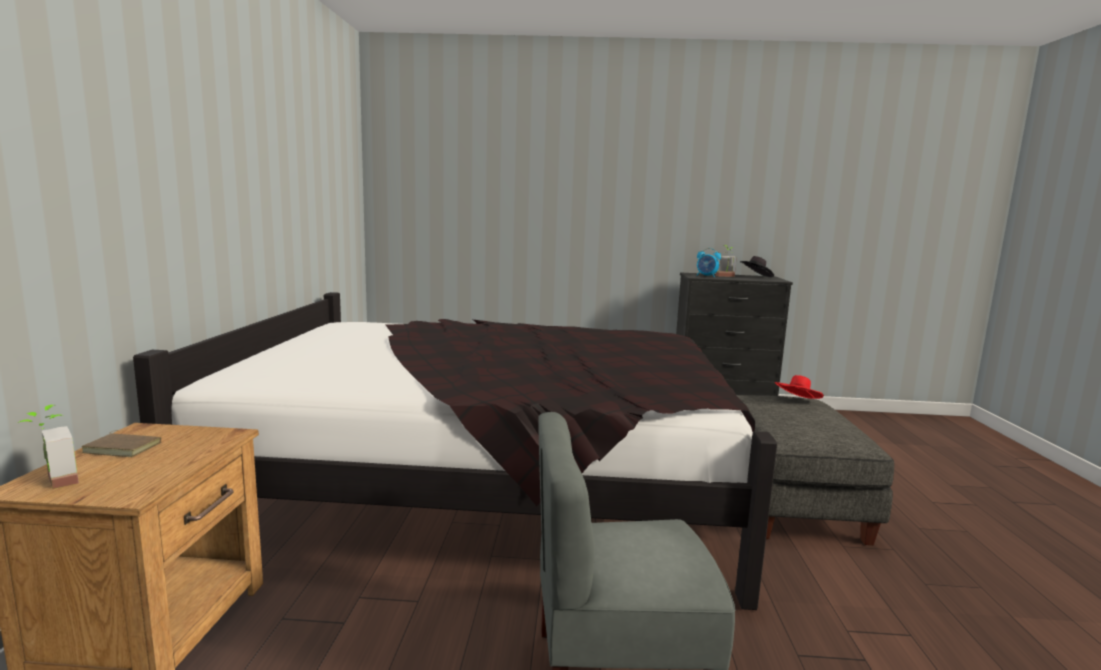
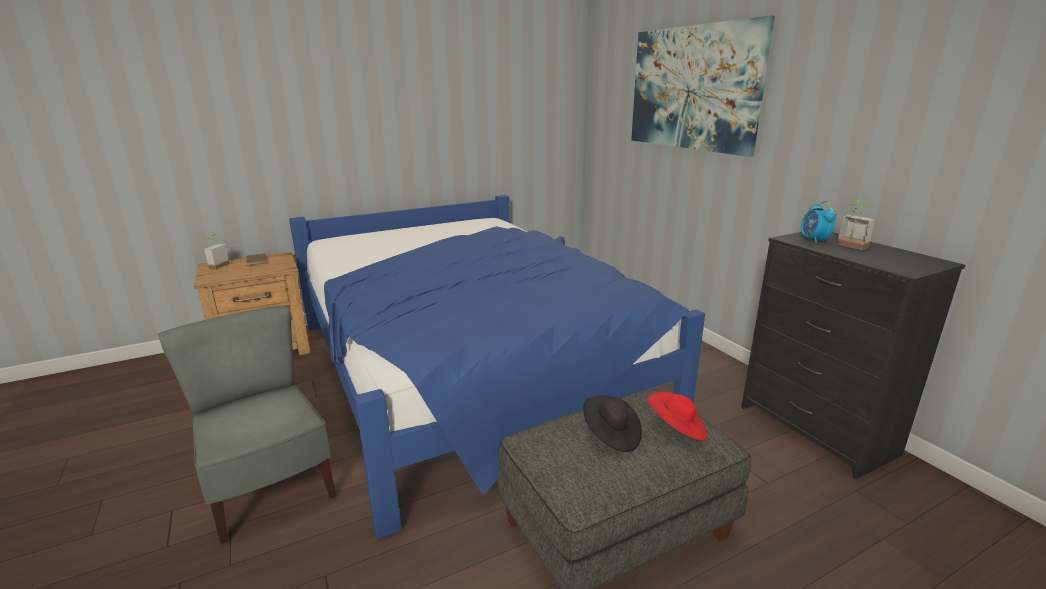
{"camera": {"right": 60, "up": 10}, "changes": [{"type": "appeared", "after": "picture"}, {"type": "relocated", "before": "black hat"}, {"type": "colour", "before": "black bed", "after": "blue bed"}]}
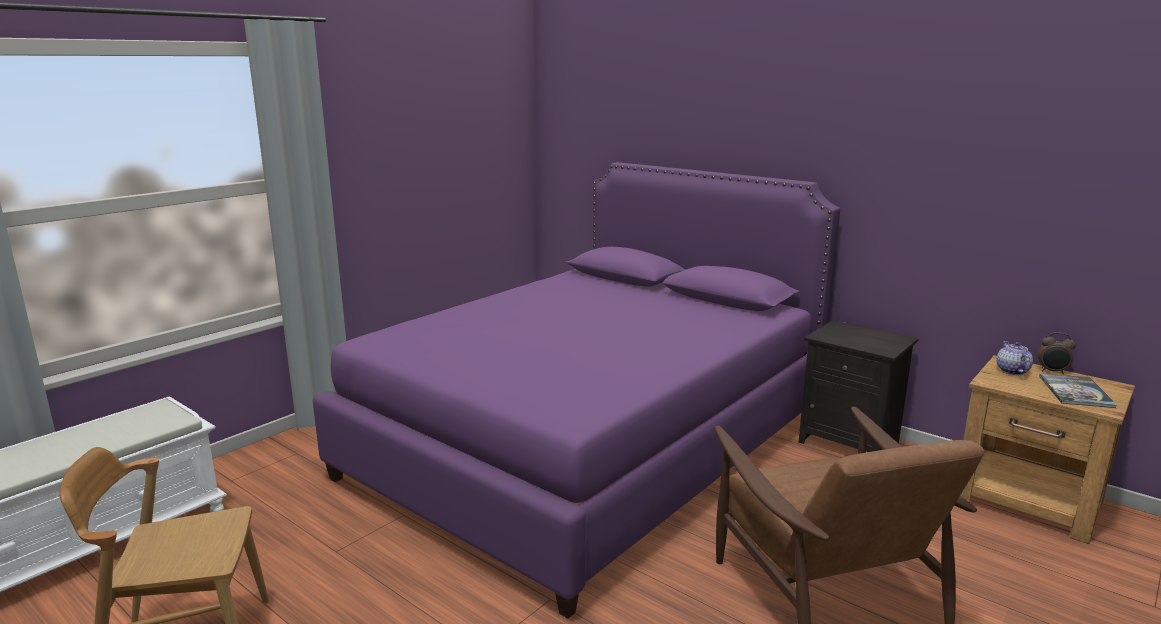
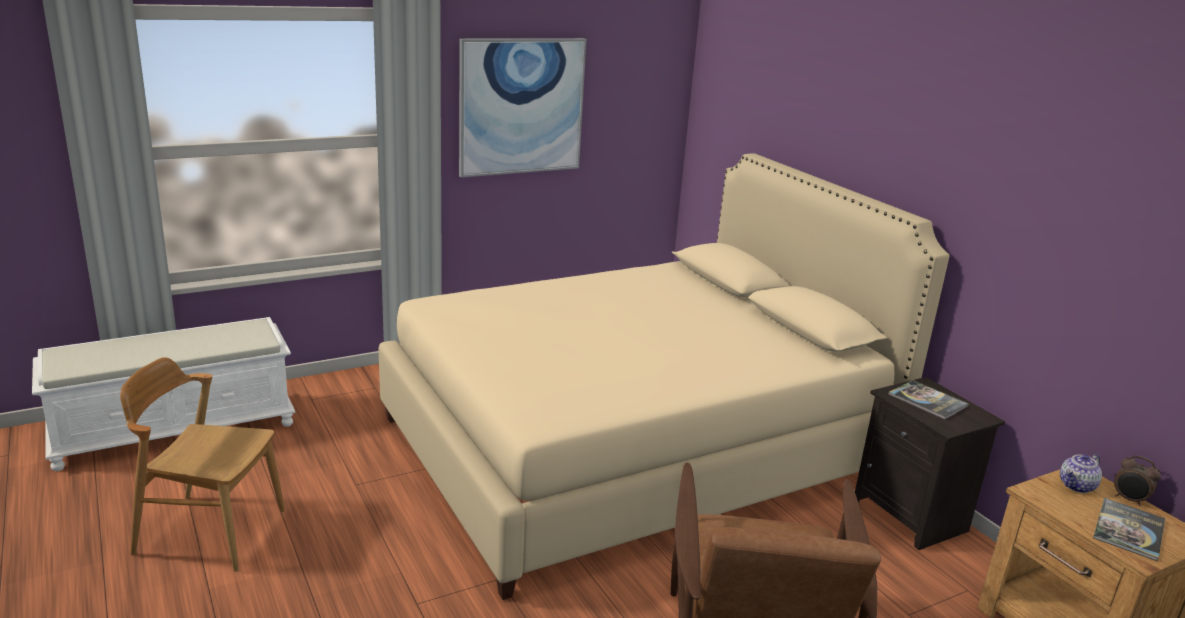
{"camera": {"right": 20, "up": 5}, "changes": [{"type": "appeared", "after": "picture"}, {"type": "appeared", "after": "book (no. 1 from left)"}, {"type": "colour", "before": "purple bed", "after": "beige bed"}, {"type": "spun", "before": "teapot", "turn": -150}]}
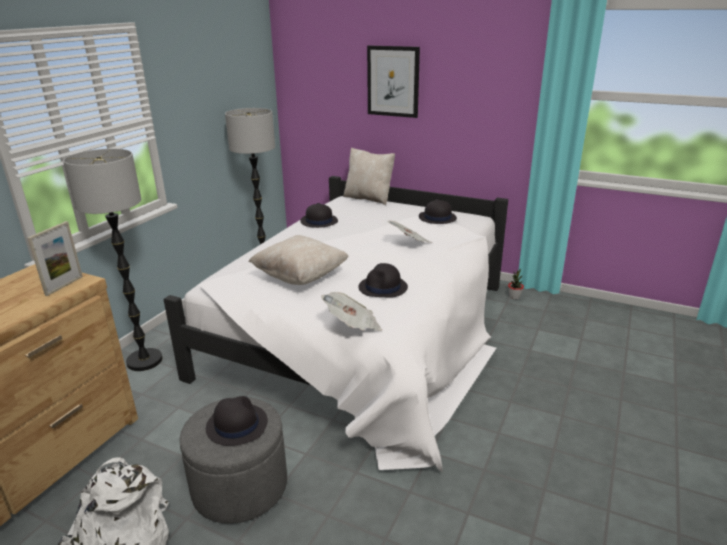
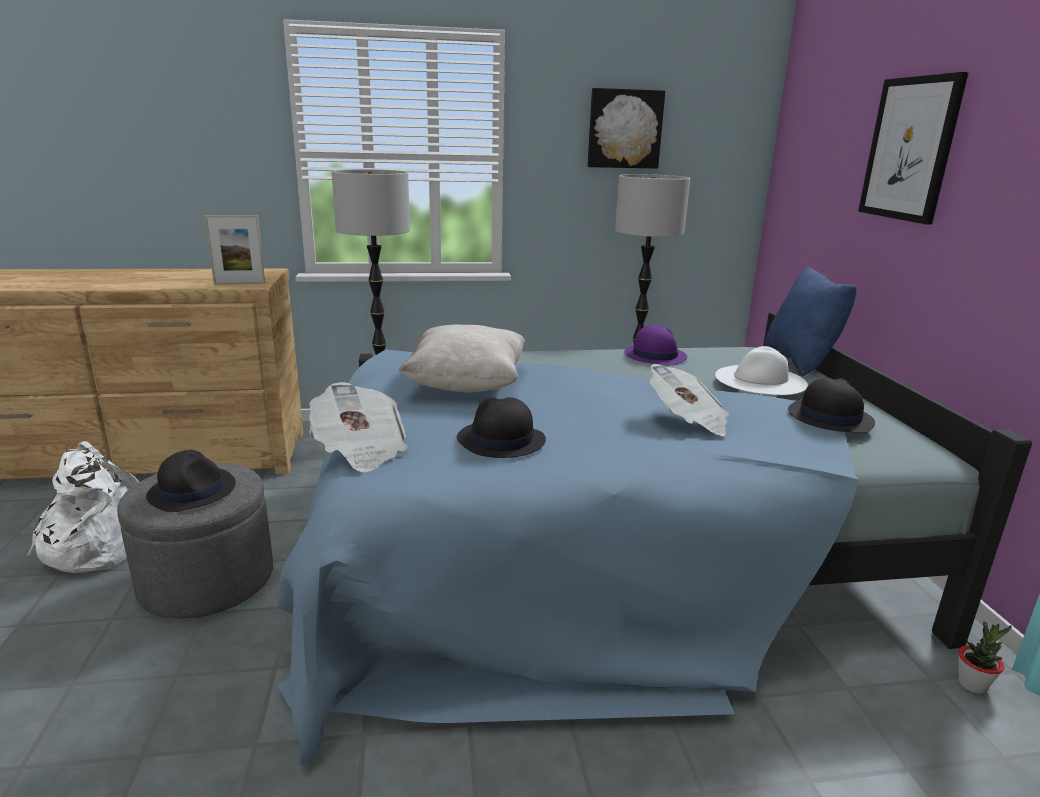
{"camera": {"right": 55, "up": -5}, "changes": [{"type": "appeared", "after": "picture (no. 1 from left)"}, {"type": "appeared", "after": "white hat"}, {"type": "colour", "before": "white bed", "after": "blue bed"}, {"type": "colour", "before": "black hat (no. 2 from left)", "after": "purple hat"}, {"type": "colour", "before": "beige pillow (no. 2 from left)", "after": "blue pillow"}]}
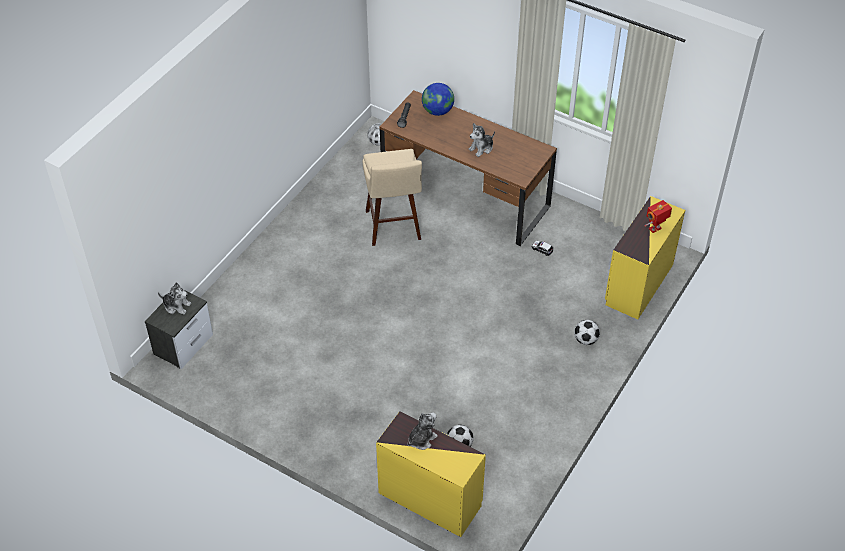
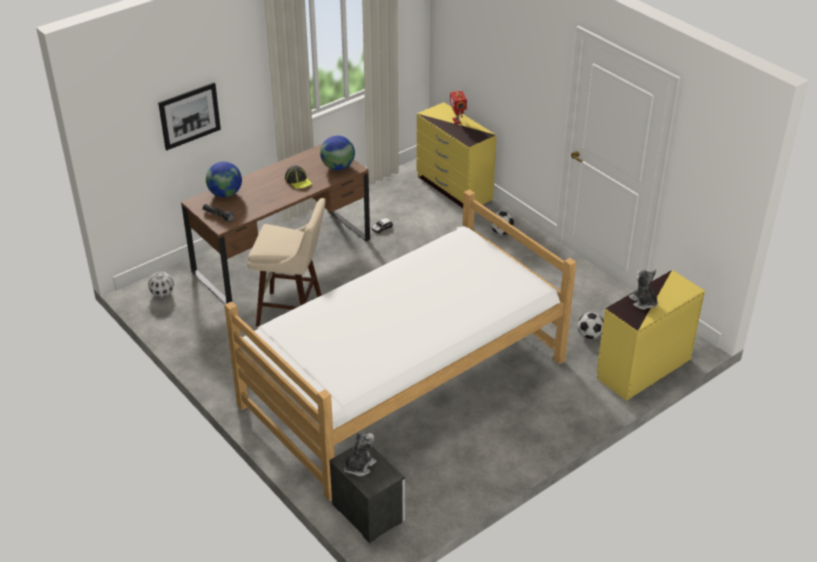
{"camera": {"right": -70, "up": -10}, "changes": [{"type": "appeared", "after": "picture"}, {"type": "appeared", "after": "bed"}, {"type": "appeared", "after": "globe (no. 2 from left)"}, {"type": "exchanged", "before": "plush toy (no. 3 from left)", "after": "cap"}]}
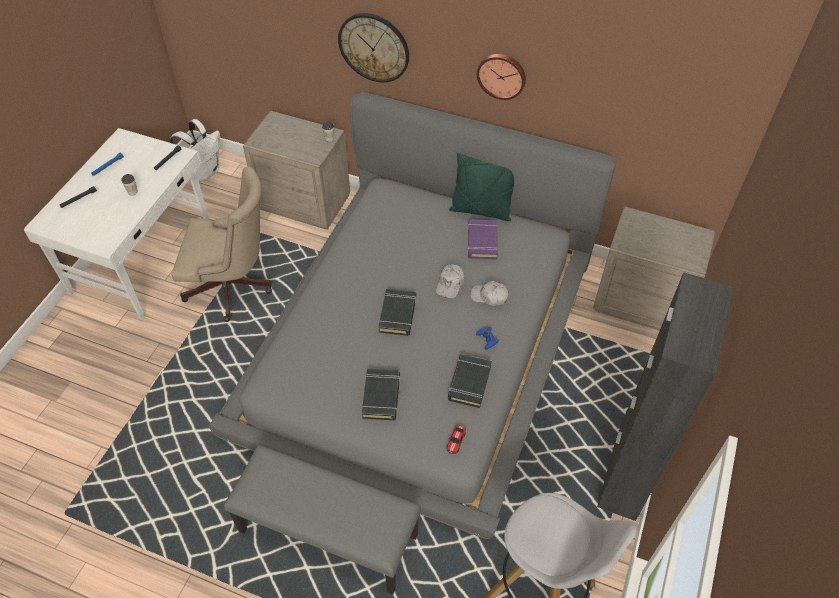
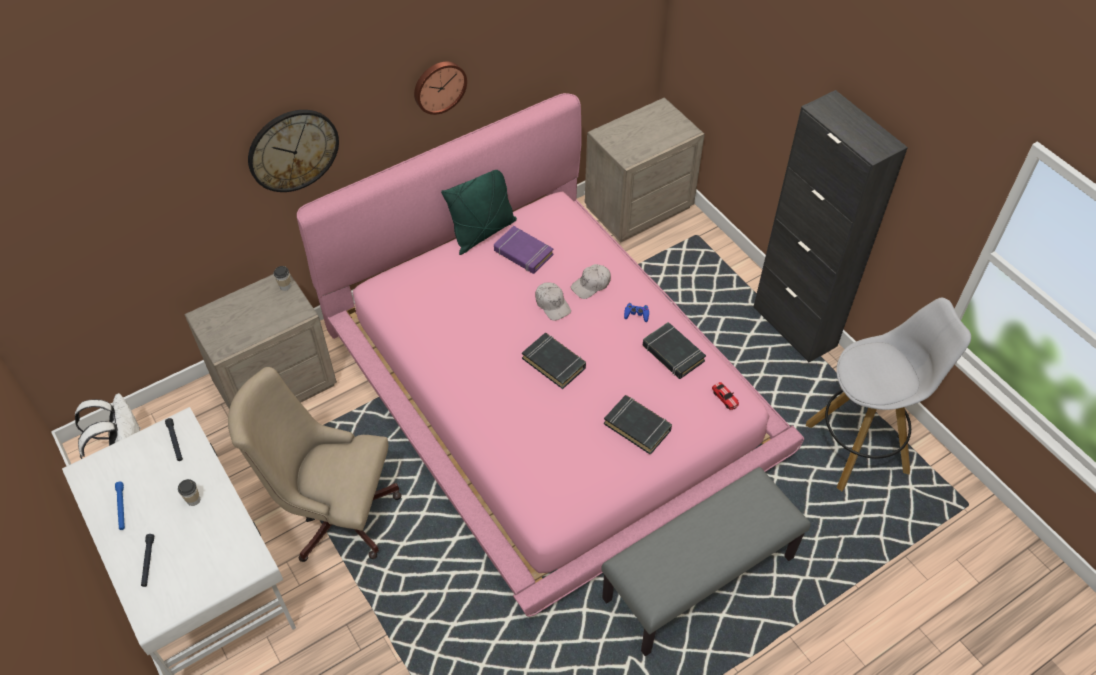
{"camera": {"right": -55, "up": 0}, "changes": [{"type": "colour", "before": "grey bed", "after": "pink bed"}, {"type": "spun", "before": "beige office chair", "turn": -120}]}
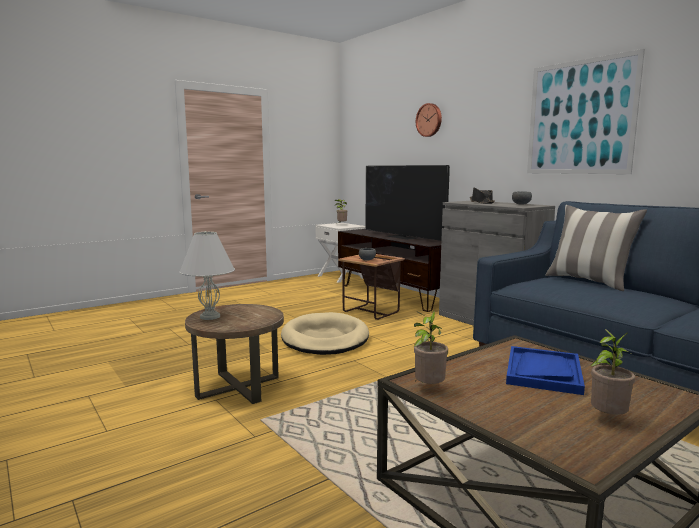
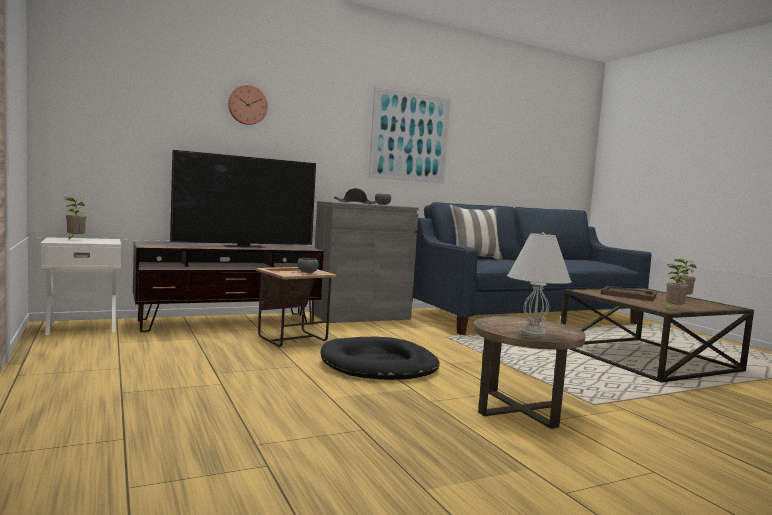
{"camera": {"right": -80, "up": -5}, "changes": [{"type": "colour", "before": "beige dog bed", "after": "black dog bed"}, {"type": "colour", "before": "blue tray", "after": "brown tray"}]}
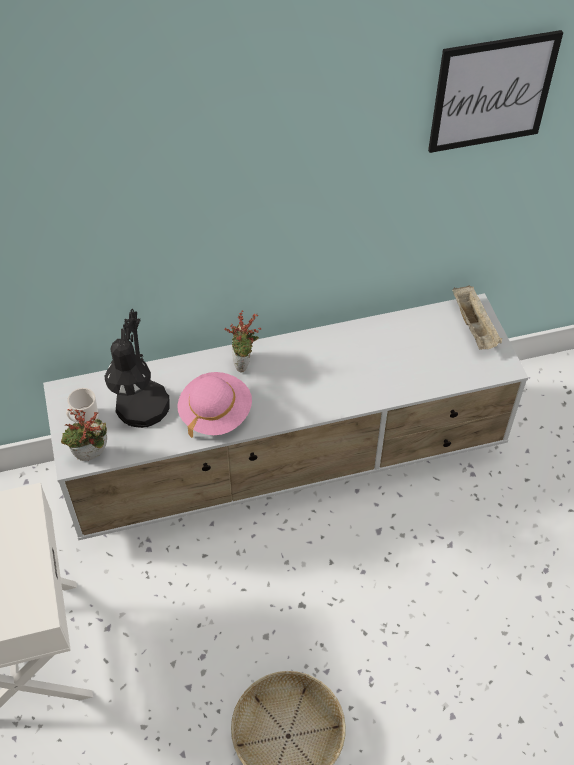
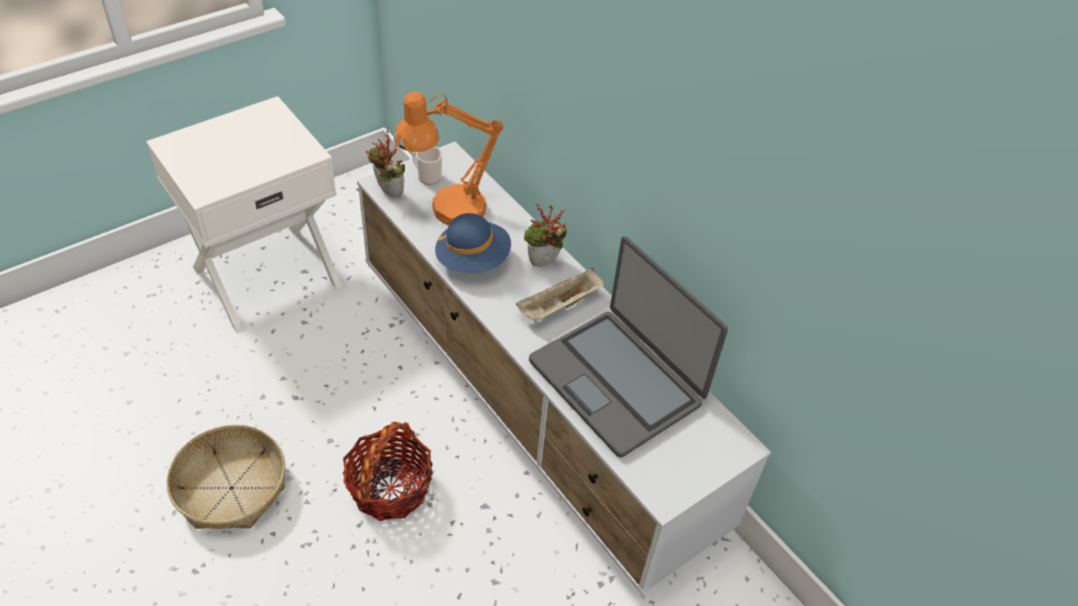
{"camera": {"right": 65, "up": -5}, "changes": [{"type": "missing", "before": "picture"}, {"type": "appeared", "after": "basket (no. 2 from left)"}, {"type": "appeared", "after": "laptop"}, {"type": "relocated", "before": "beige tray"}, {"type": "colour", "before": "black table lamp", "after": "orange table lamp"}, {"type": "colour", "before": "pink hat", "after": "blue hat"}]}
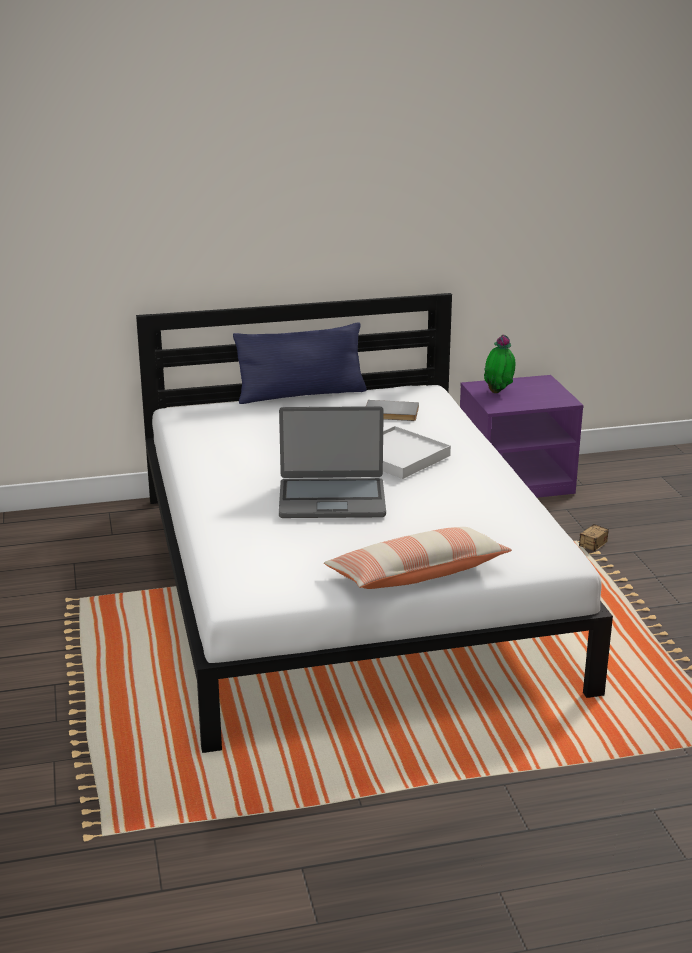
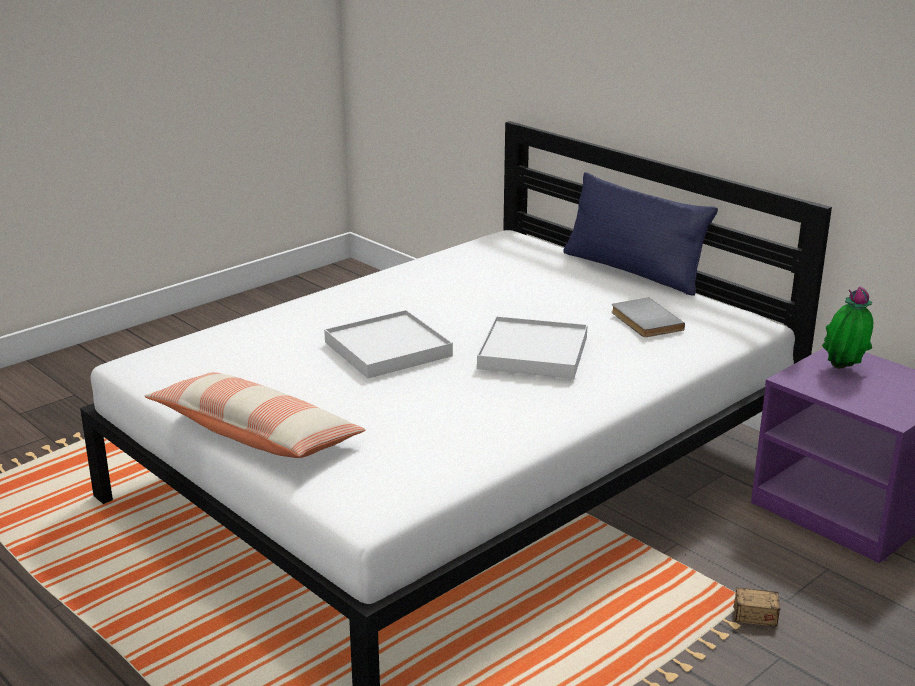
{"camera": {"right": 60, "up": 0}, "changes": [{"type": "exchanged", "before": "laptop", "after": "white tray (no. 1 from left)"}]}
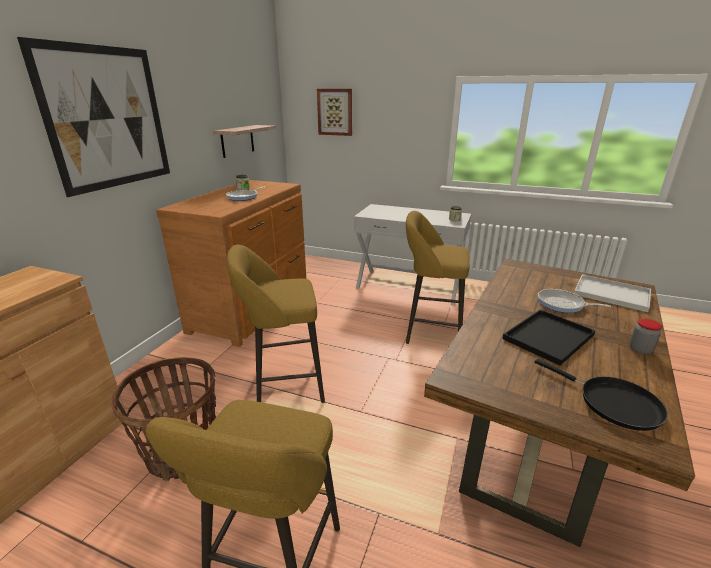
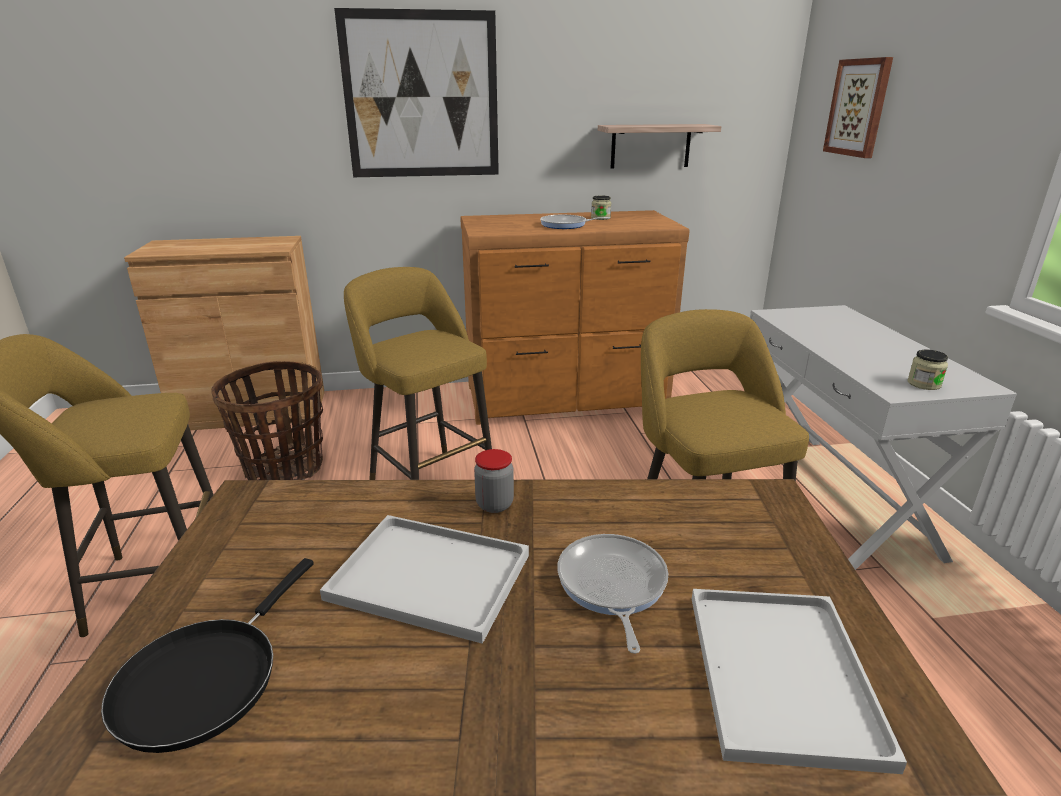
{"camera": {"right": 60, "up": 0}, "changes": [{"type": "relocated", "before": "jar (no. 3 from left in the first image)", "after": "jar (no. 1 from left)"}, {"type": "colour", "before": "black tray", "after": "white tray (no. 1 from left)"}]}
